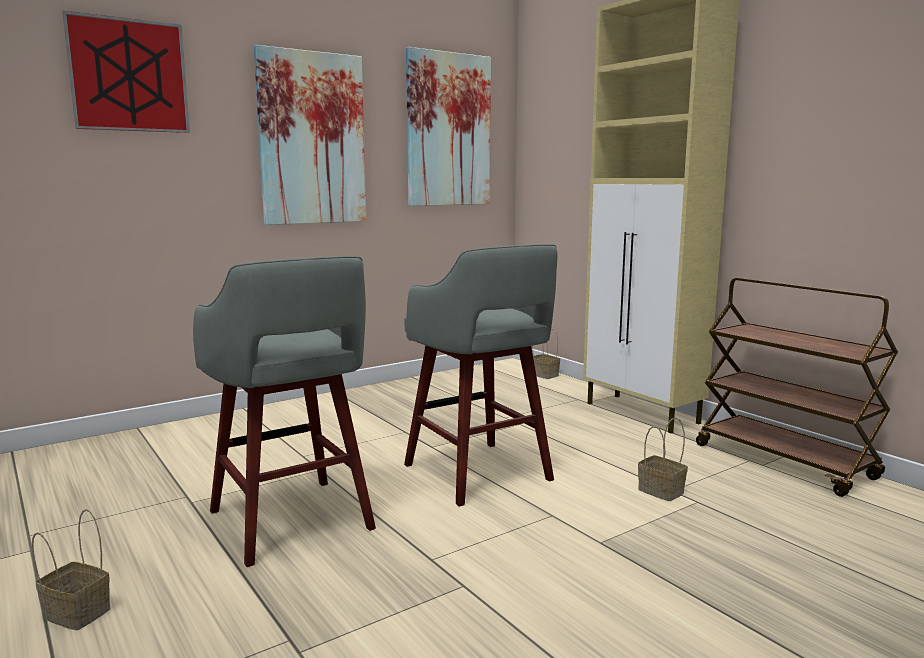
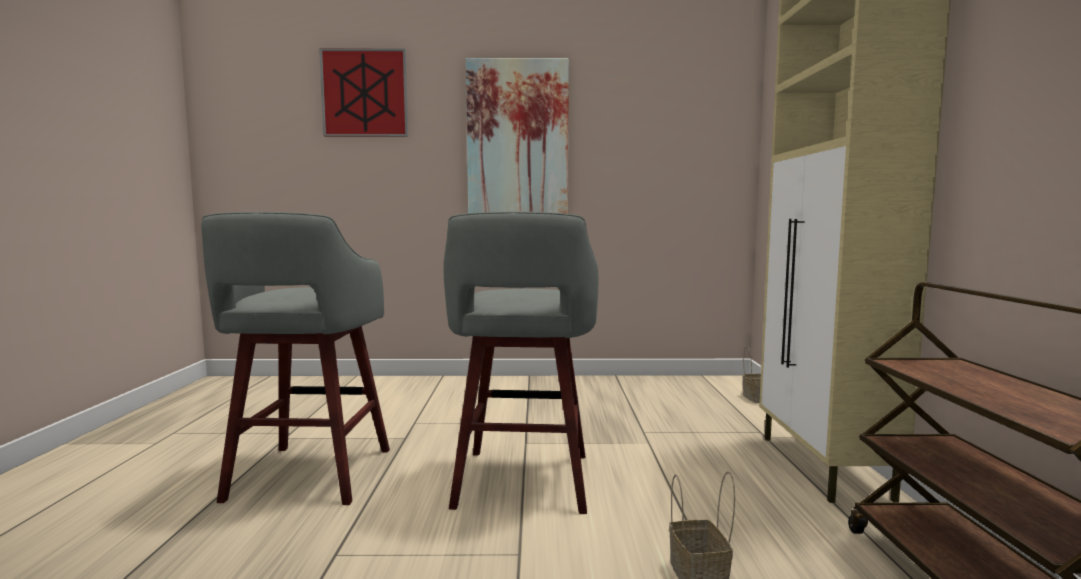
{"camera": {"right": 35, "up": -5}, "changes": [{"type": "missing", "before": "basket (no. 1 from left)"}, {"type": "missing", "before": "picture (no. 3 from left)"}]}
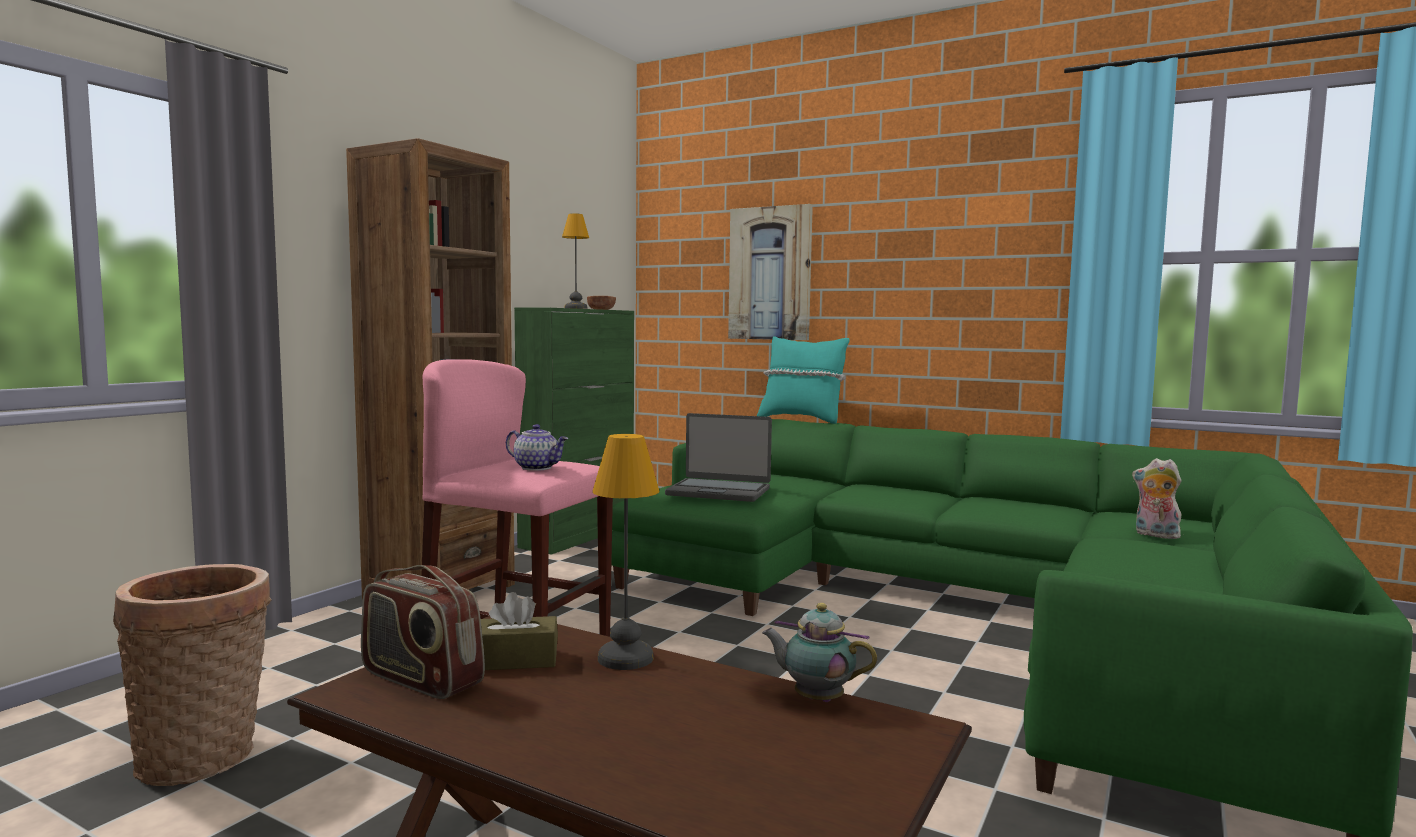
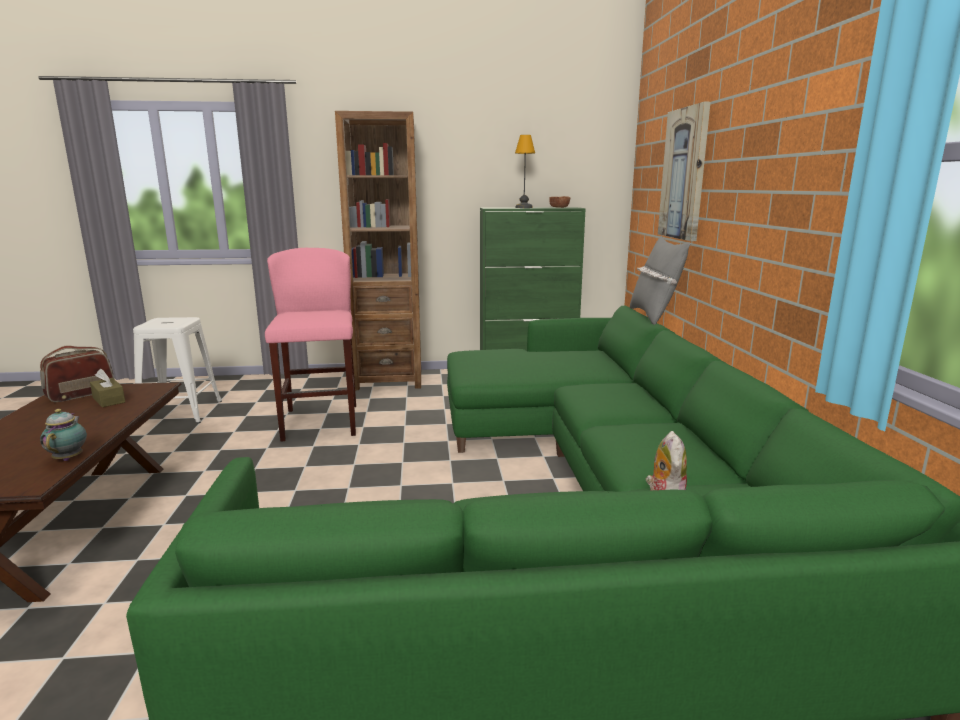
{"camera": {"right": 55, "up": 10}, "changes": [{"type": "missing", "before": "teapot (no. 1 from left)"}, {"type": "missing", "before": "table lamp (no. 2 from left)"}, {"type": "missing", "before": "laptop"}, {"type": "exchanged", "before": "basket", "after": "white stool"}, {"type": "colour", "before": "turquoise pillow", "after": "grey pillow"}, {"type": "spun", "before": "radio", "turn": 45}]}
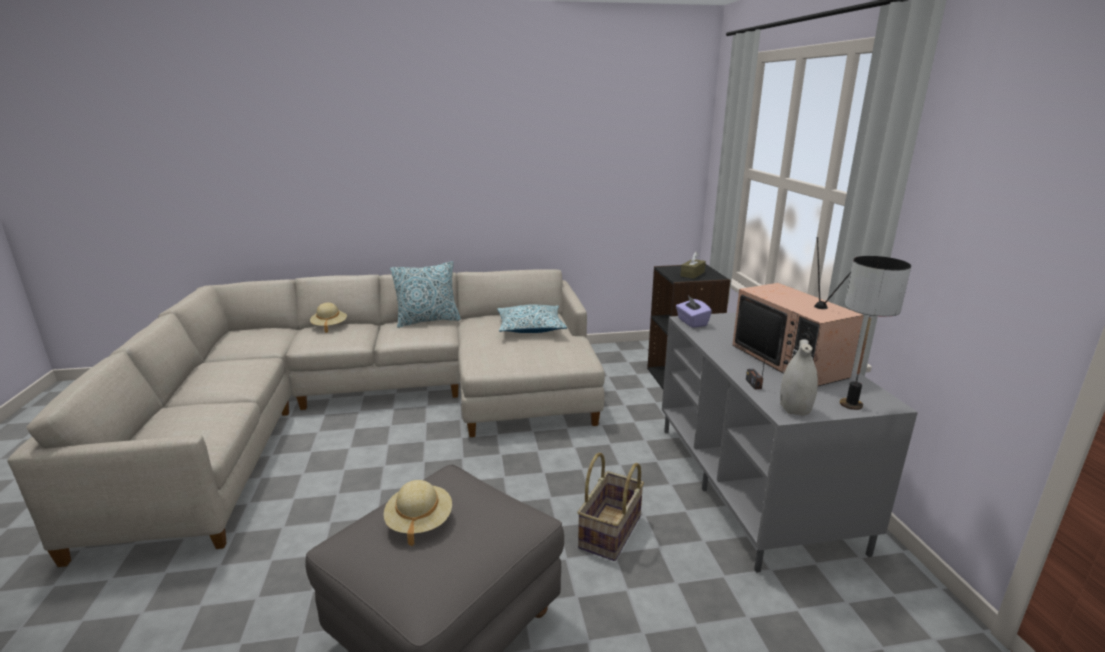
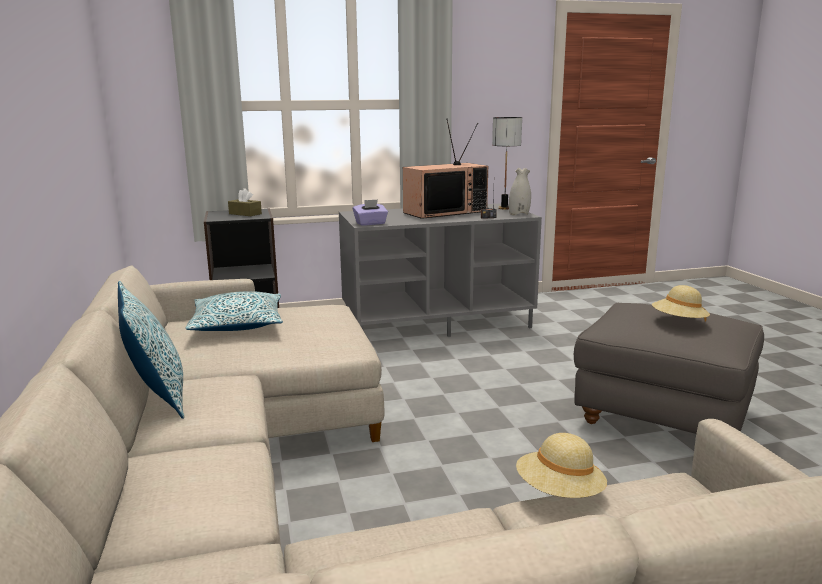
{"camera": {"right": -95, "up": -5}, "changes": [{"type": "missing", "before": "basket"}, {"type": "relocated", "before": "beige hat (no. 1 from left)"}]}
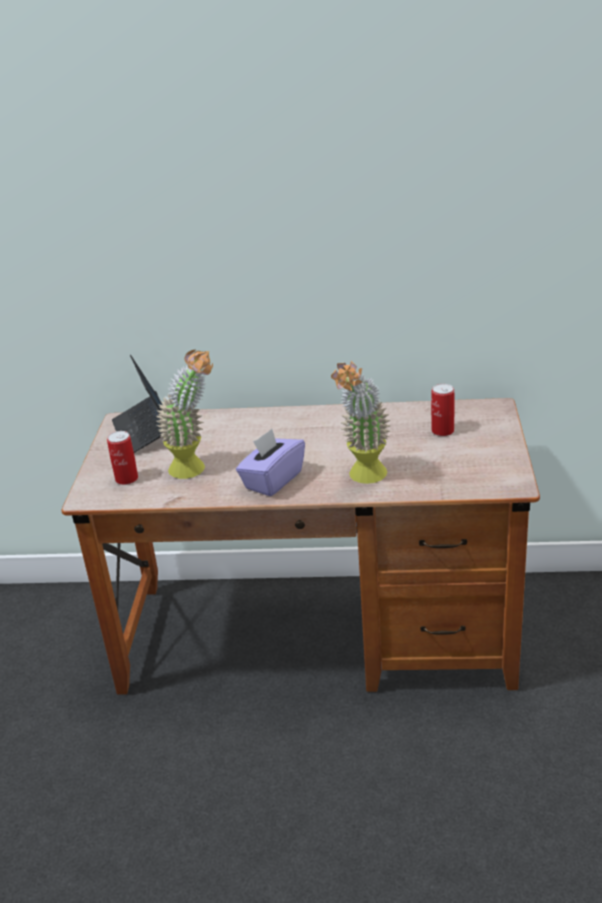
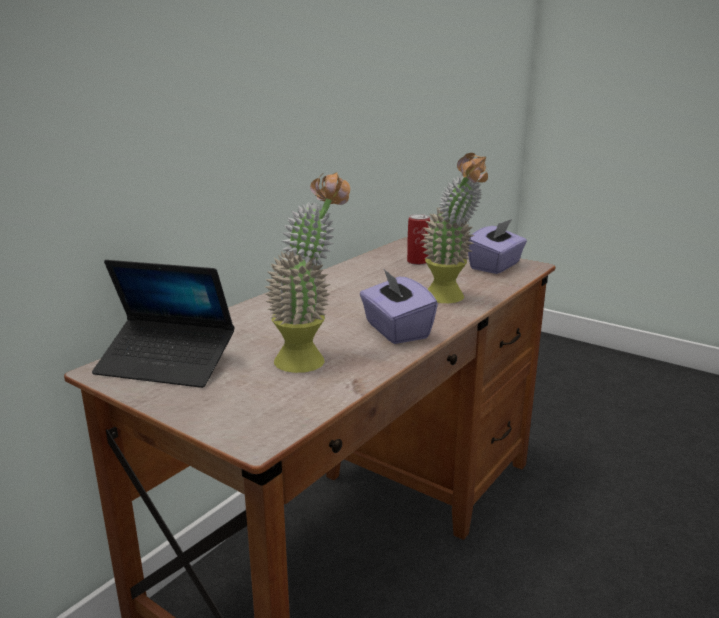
{"camera": {"right": -60, "up": -10}, "changes": [{"type": "missing", "before": "can (no. 1 from left)"}, {"type": "appeared", "after": "purple tissue box (no. 2 from left)"}]}
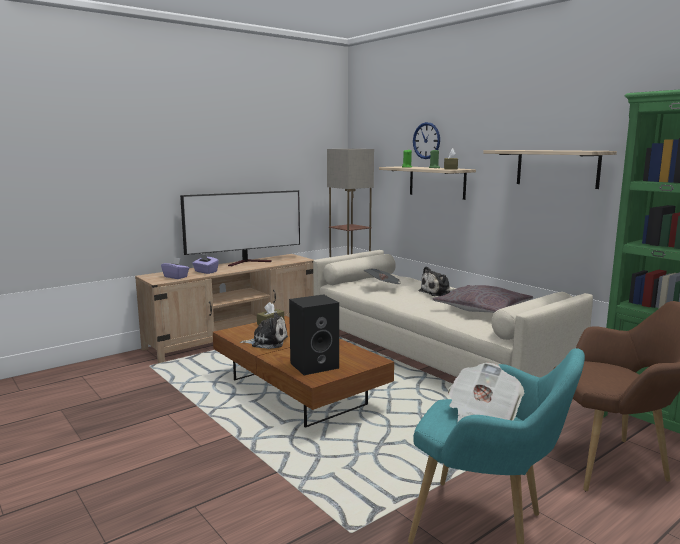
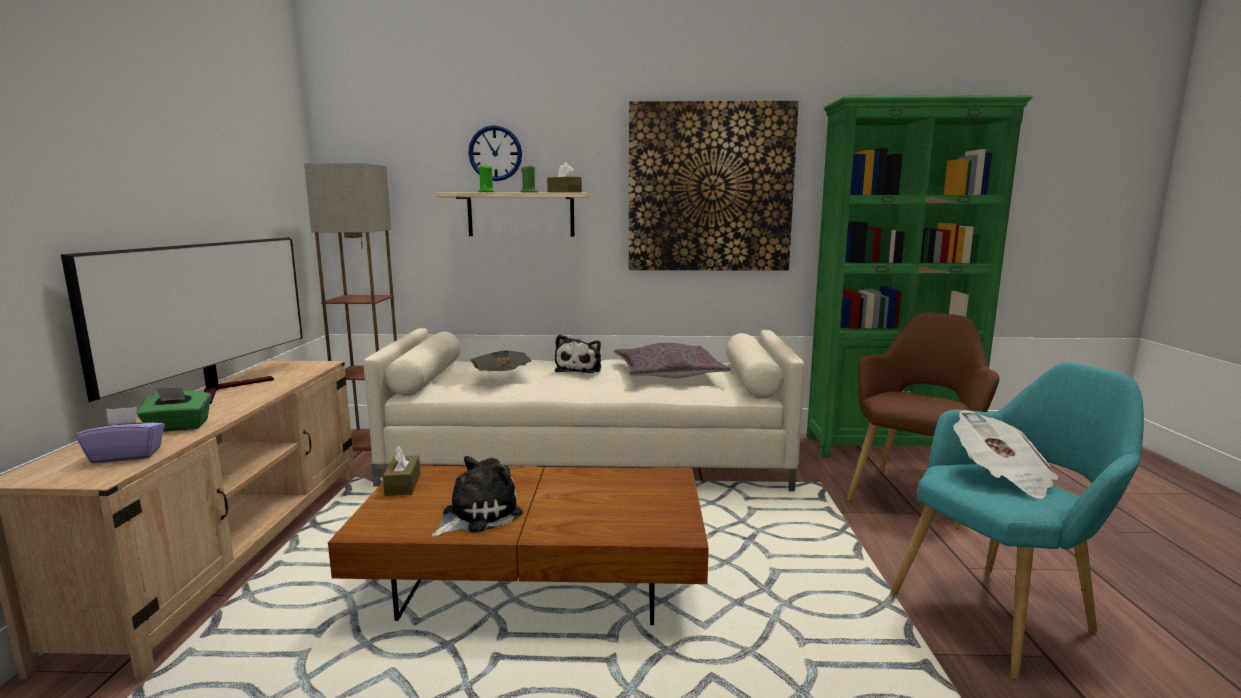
{"camera": {"right": -50, "up": 0}, "changes": [{"type": "missing", "before": "black speaker"}, {"type": "exchanged", "before": "shelf (no. 2 from left)", "after": "picture"}, {"type": "colour", "before": "purple tissue box (no. 2 from left)", "after": "green tissue box"}]}
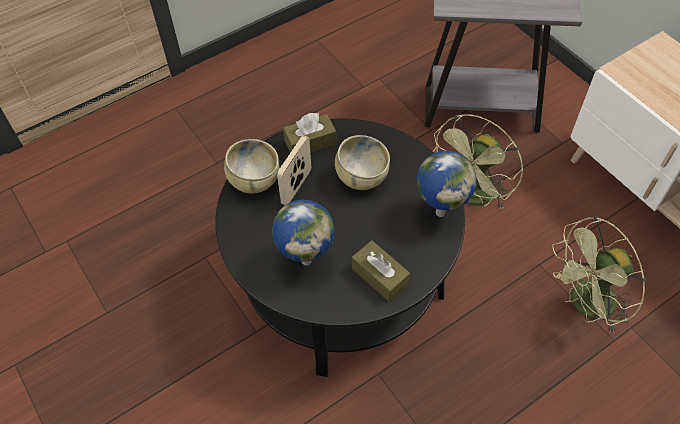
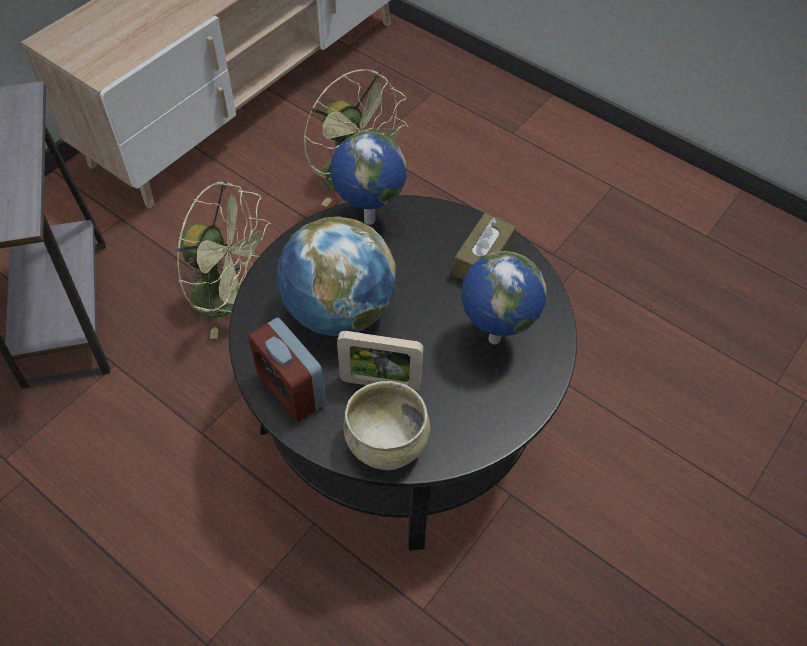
{"camera": {"right": -110, "up": 0}, "changes": [{"type": "exchanged", "before": "brown tissue box (no. 1 from left)", "after": "alarm clock"}, {"type": "exchanged", "before": "beige bowl (no. 2 from left)", "after": "globe (no. 1 from left)"}]}
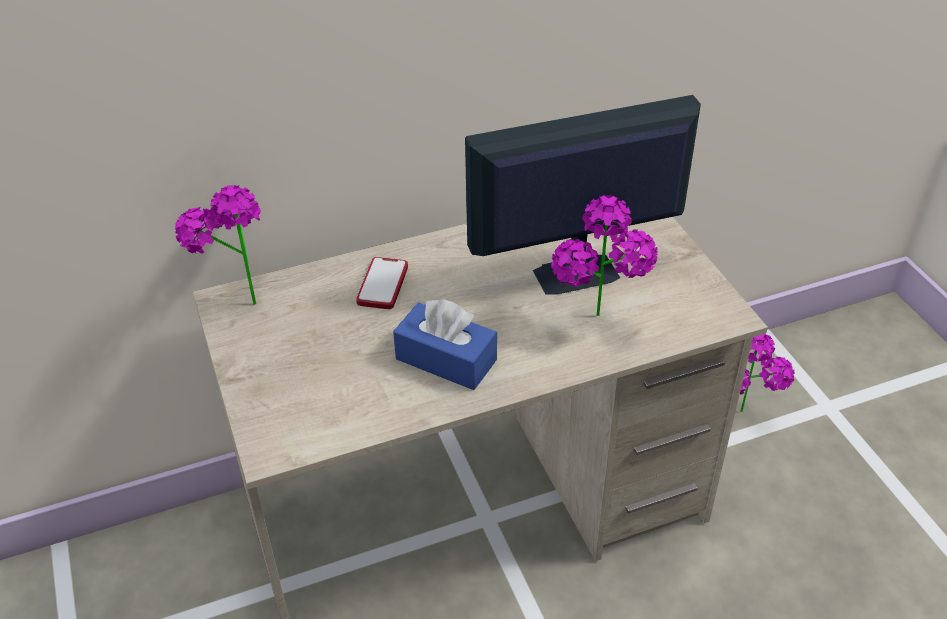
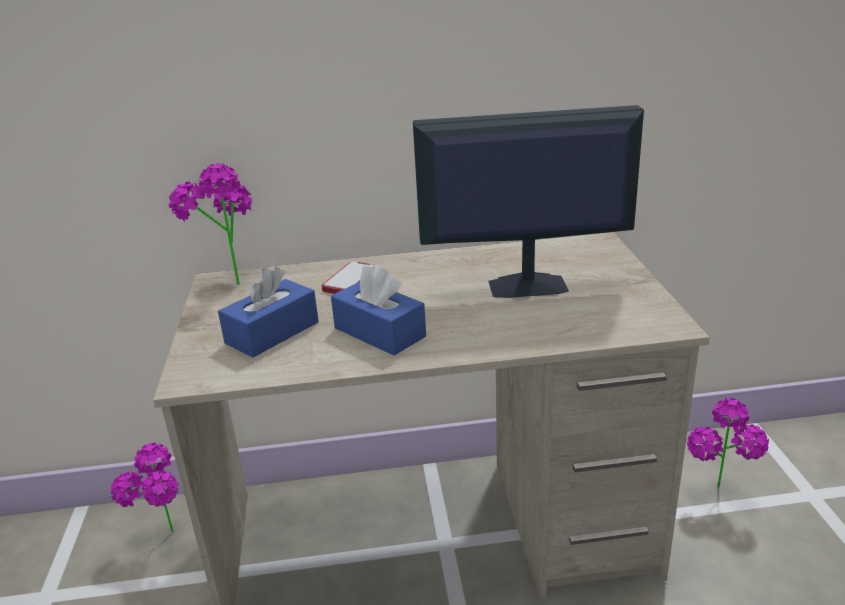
{"camera": {"right": 15, "up": -15}, "changes": [{"type": "appeared", "after": "blue tissue box (no. 1 from left)"}, {"type": "relocated", "before": "potted plant (no. 2 from left in the first image)", "after": "potted plant (no. 1 from left)"}]}
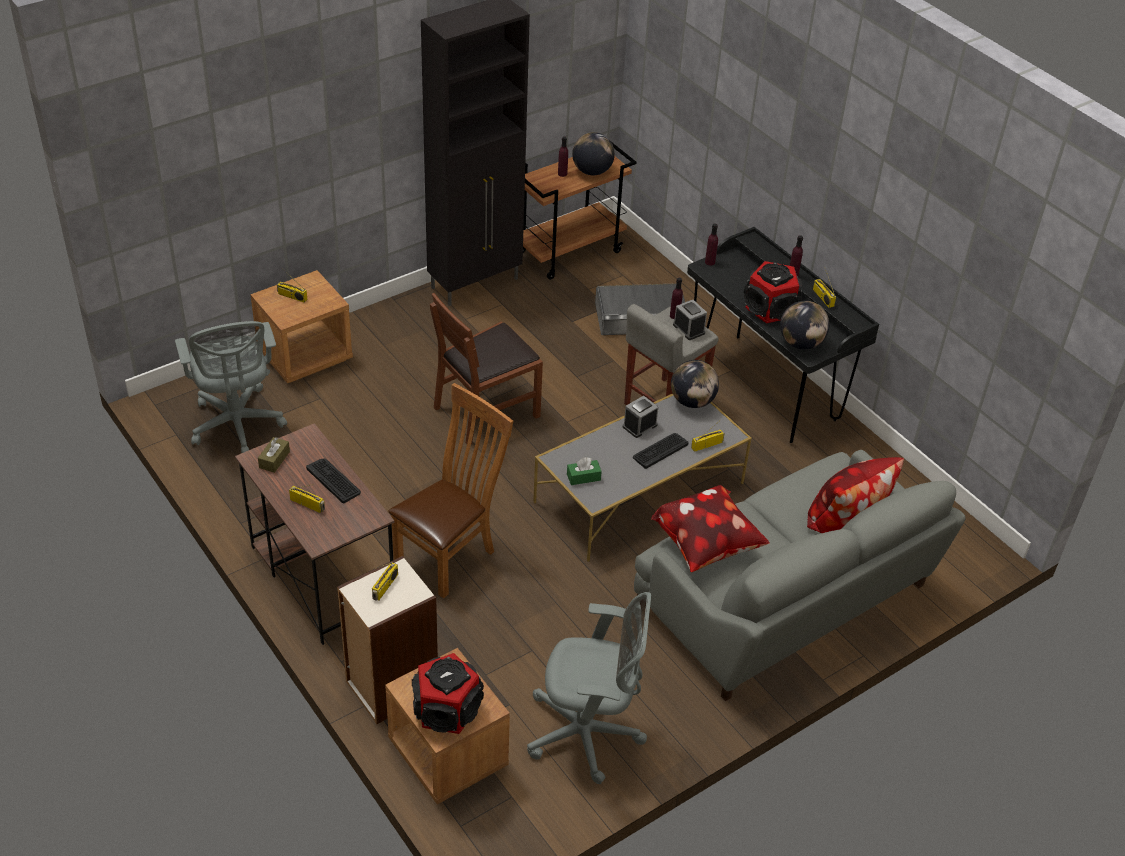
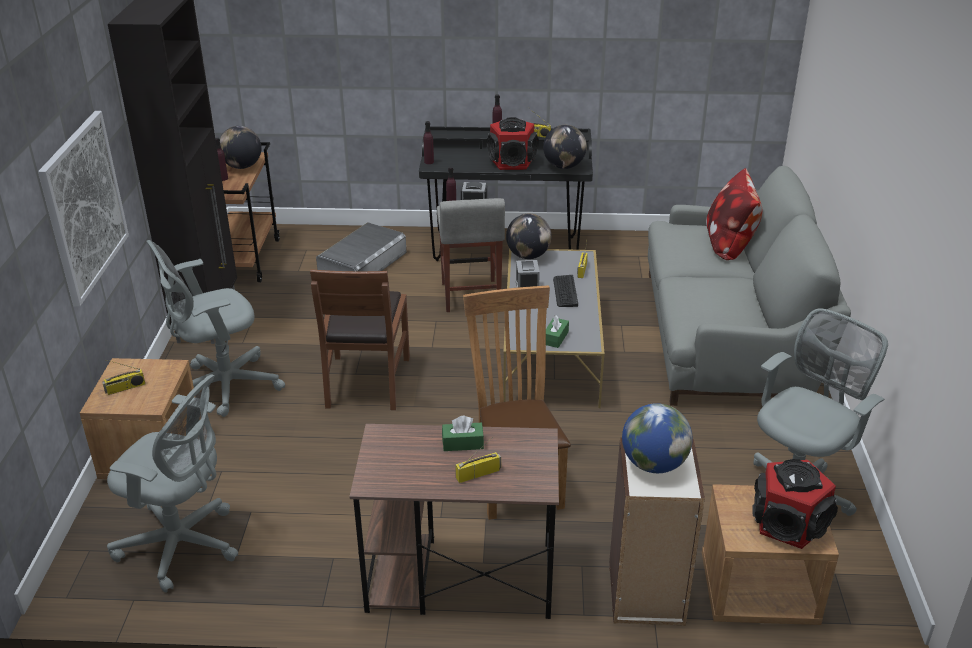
{"camera": {"right": -50, "up": -10}, "changes": [{"type": "missing", "before": "brown tissue box"}, {"type": "missing", "before": "pillow (no. 1 from left)"}, {"type": "appeared", "after": "picture"}, {"type": "appeared", "after": "grey office chair (no. 2 from left)"}, {"type": "exchanged", "before": "keyboard (no. 1 from left)", "after": "green tissue box (no. 1 from left)"}, {"type": "exchanged", "before": "radio (no. 3 from left)", "after": "globe (no. 4 from left)"}]}
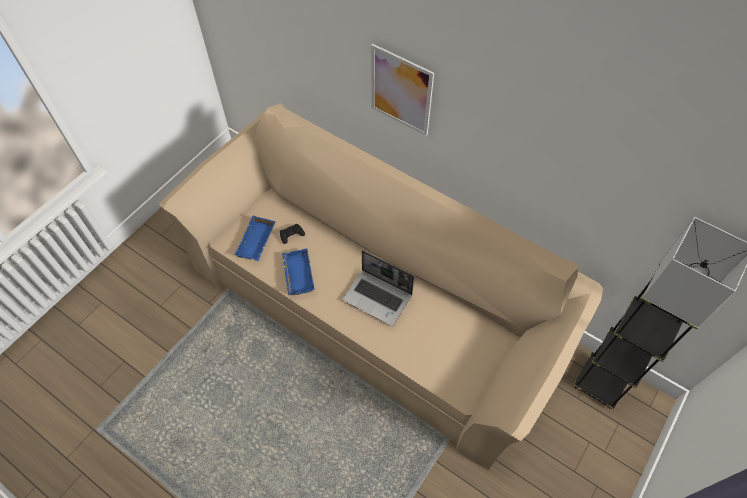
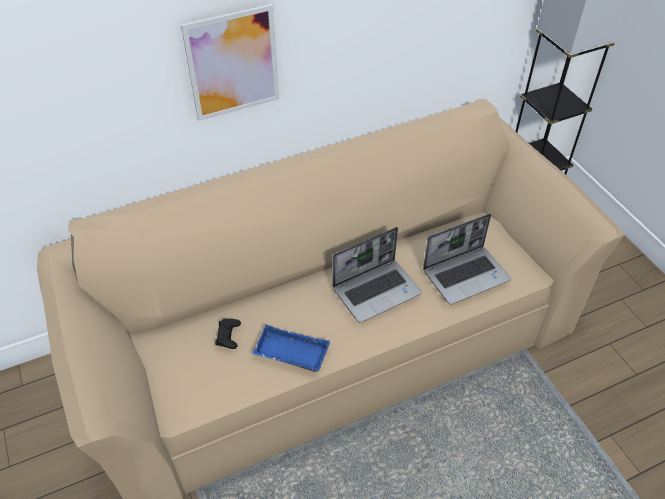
{"camera": {"right": -60, "up": -10}, "changes": [{"type": "missing", "before": "blue tray (no. 1 from left)"}, {"type": "appeared", "after": "laptop (no. 2 from left)"}]}
